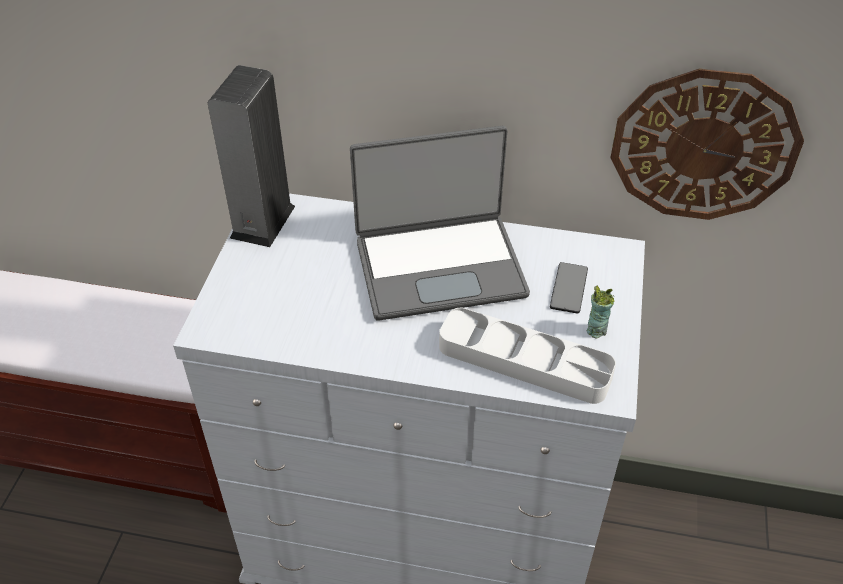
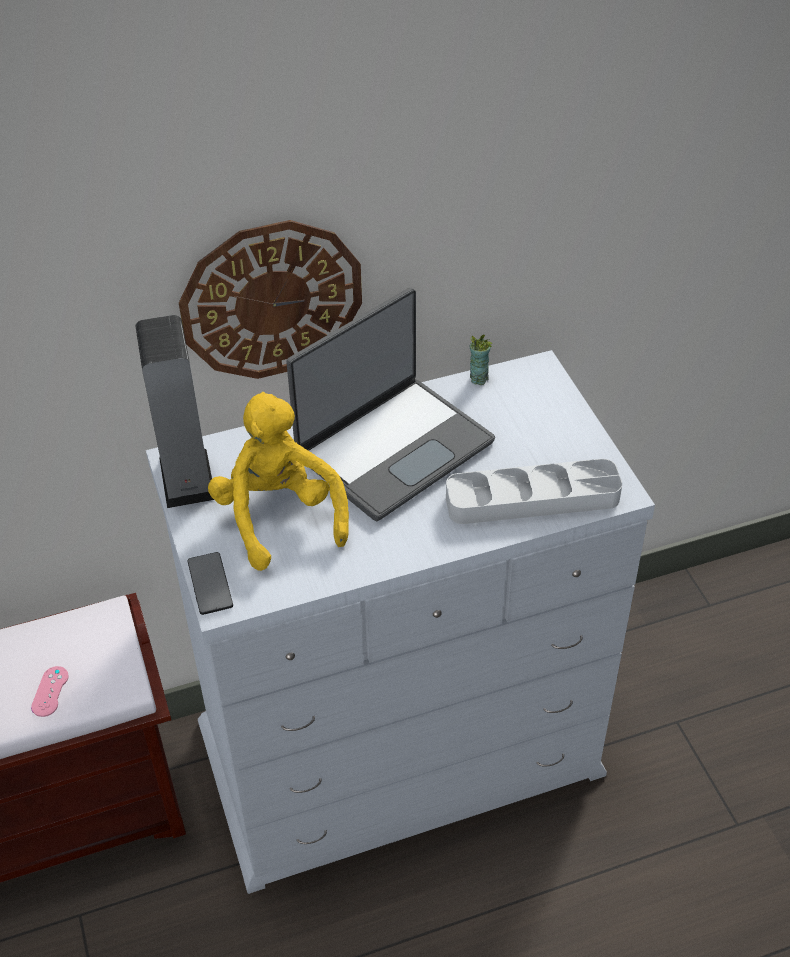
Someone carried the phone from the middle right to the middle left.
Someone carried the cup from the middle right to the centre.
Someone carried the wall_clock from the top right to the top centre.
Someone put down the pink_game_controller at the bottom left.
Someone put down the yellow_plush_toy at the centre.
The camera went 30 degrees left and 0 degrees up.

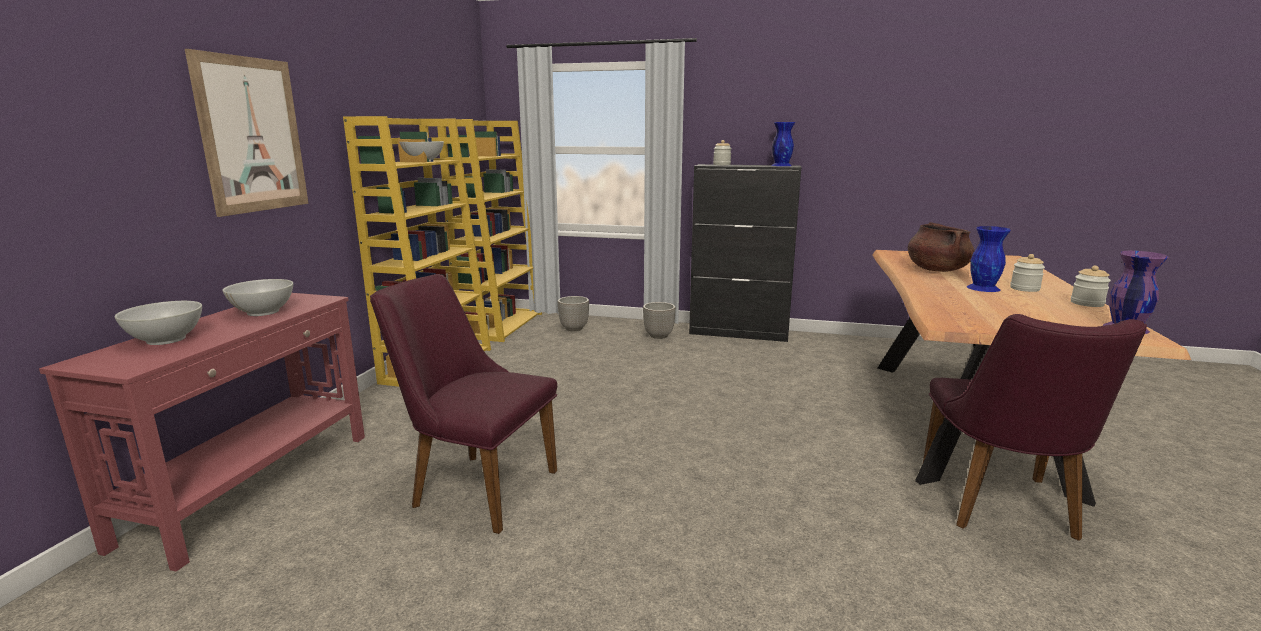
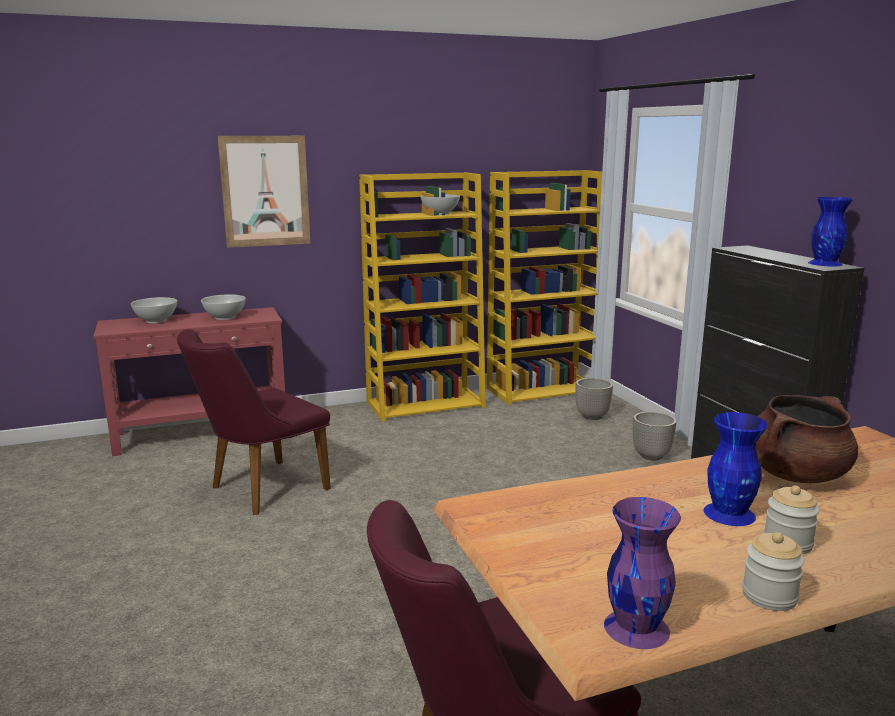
Someone rotated the purple_chair (no. 1 from left) at the centre by 120 degrees counterclockwise.
Someone took away the jar (no. 1 from left) at the top centre.
The camera went 55 degrees right and 0 degrees up.

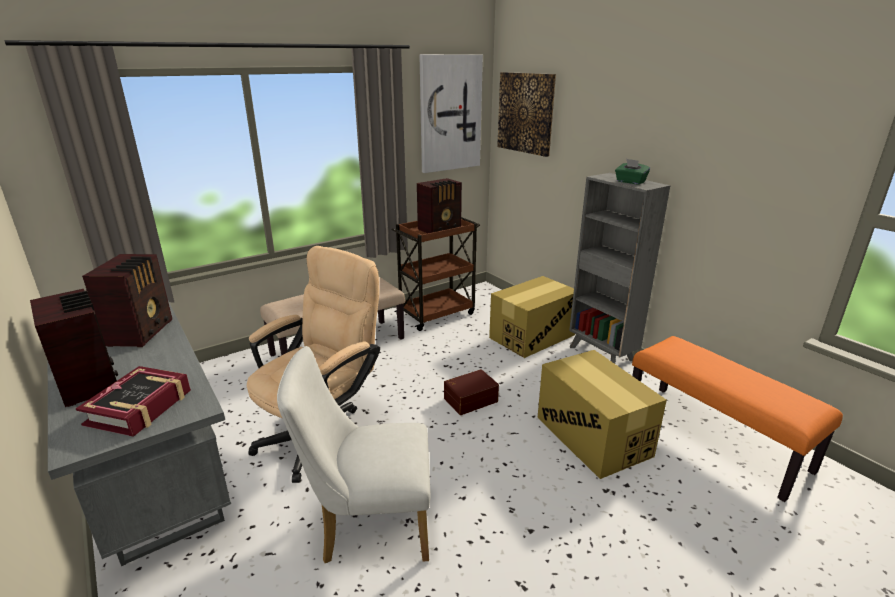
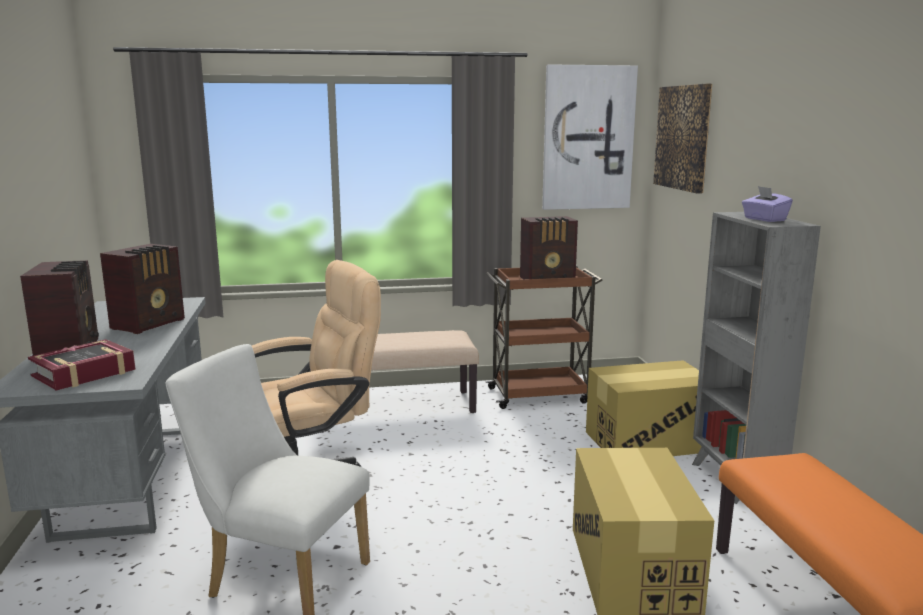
Someone took away the brown_storage_box at the centre.
Someone repainted the green_tissue_box at the top right, which became the purple_tissue_box at the top right.
The camera went 25 degrees right and 10 degrees down.

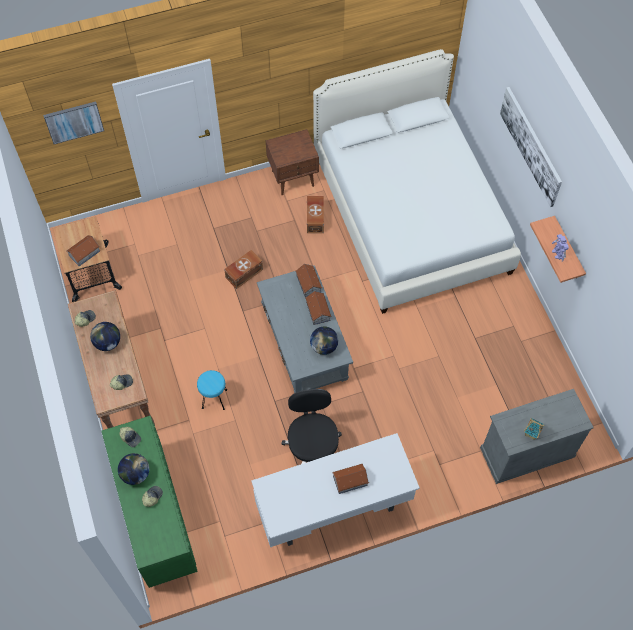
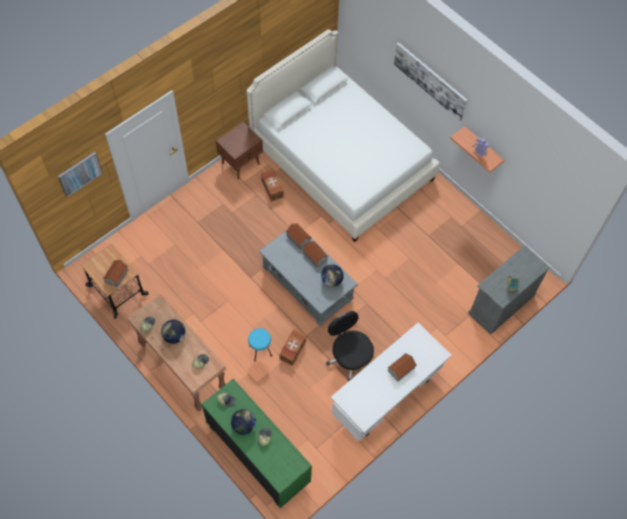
Someone carried the brown_storage_box (no. 1 from left in the first image) from the centre to the bottom centre.
The camera went 25 degrees left and 0 degrees up.

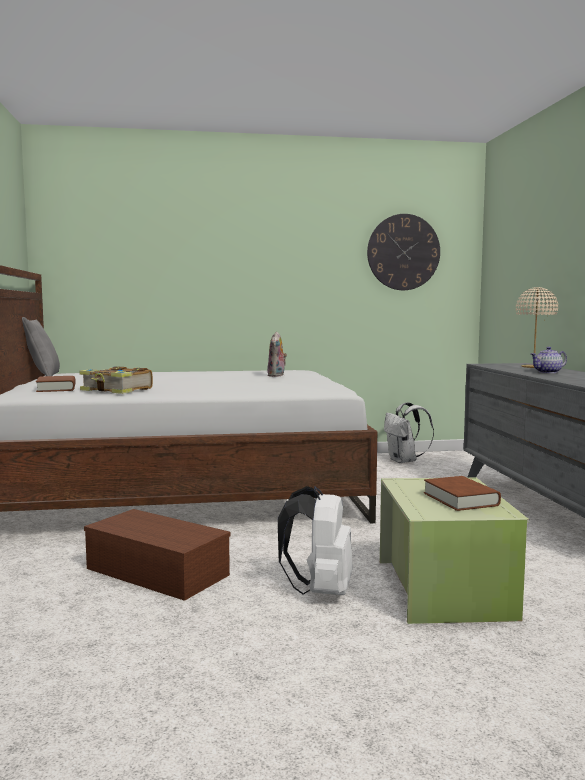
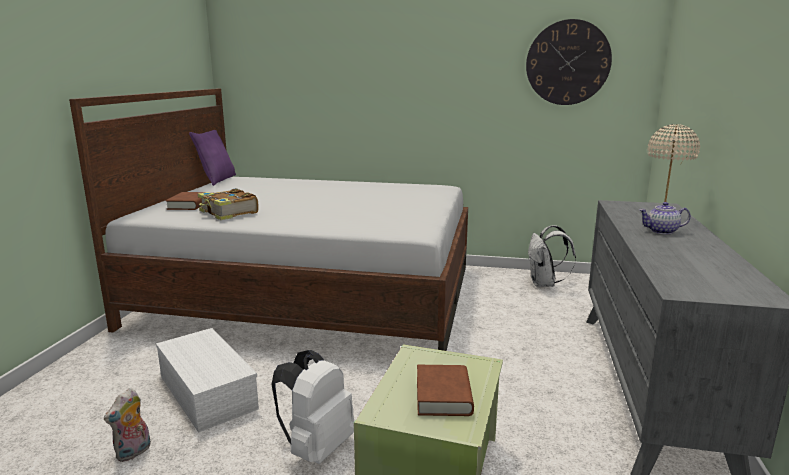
Someone repainted the grey_pillow at the middle left, which became the purple_pillow at the top left.
Someone repainted the brown_storage_box at the bottom left, which became the white_storage_box at the bottom left.
Someone carried the plush_toy from the centre to the bottom left.
The camera went 20 degrees right and 10 degrees up.

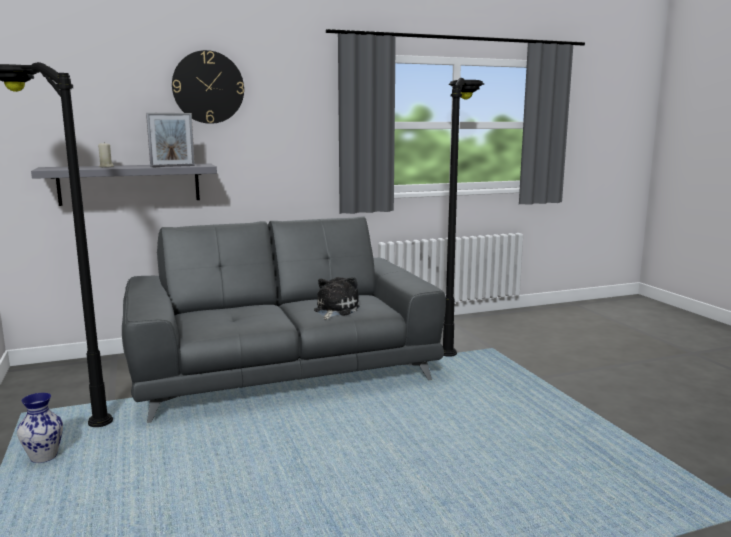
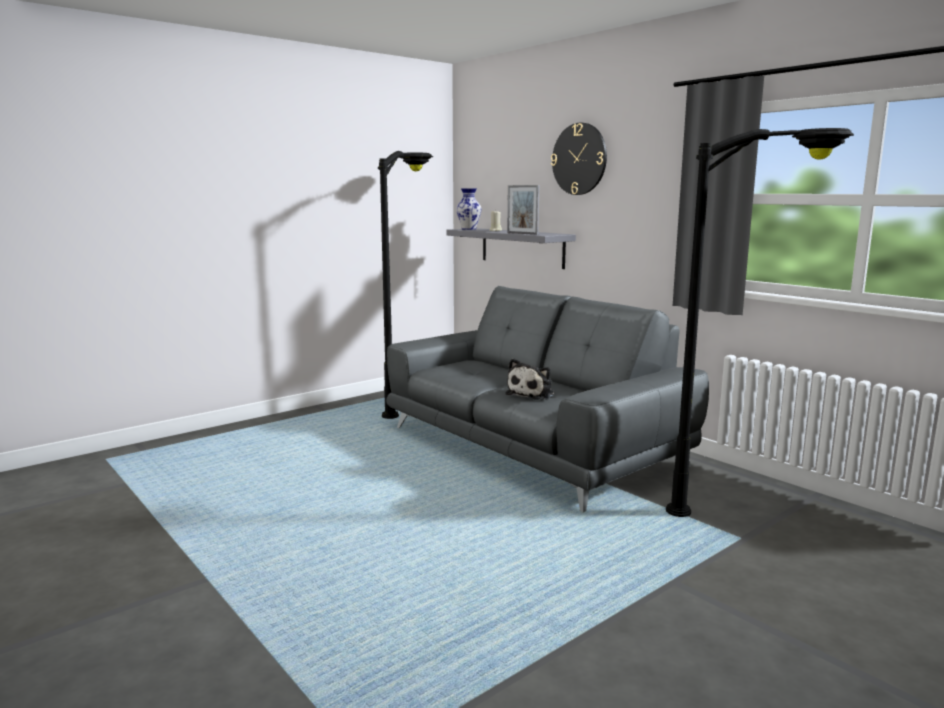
Someone carried the vase from the bottom left to the top centre.
Someone rotated the plush_toy at the centre by 120 degrees clockwise.
The camera went 70 degrees right and 0 degrees up.

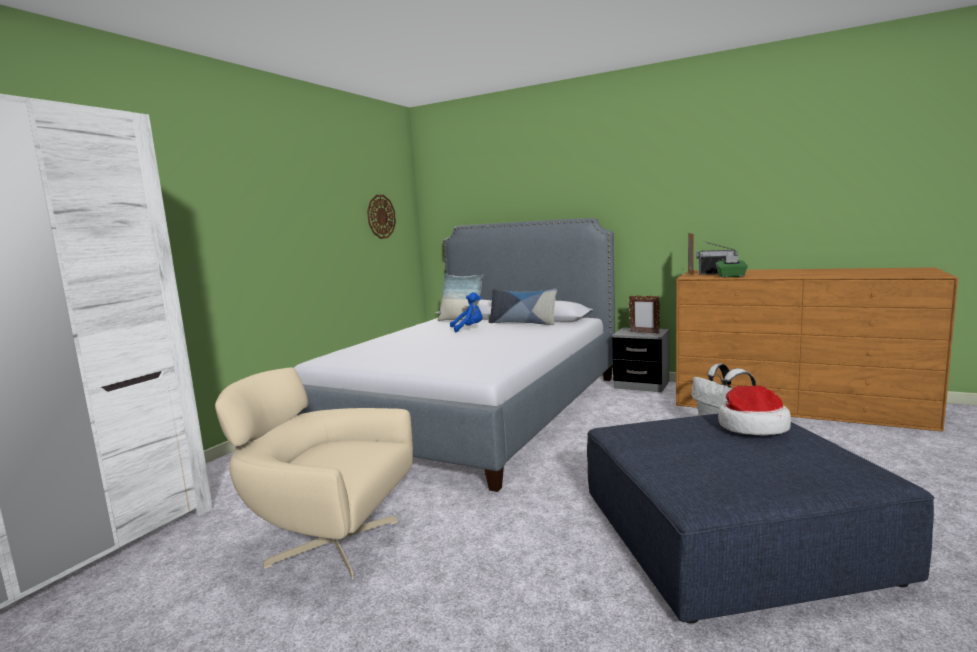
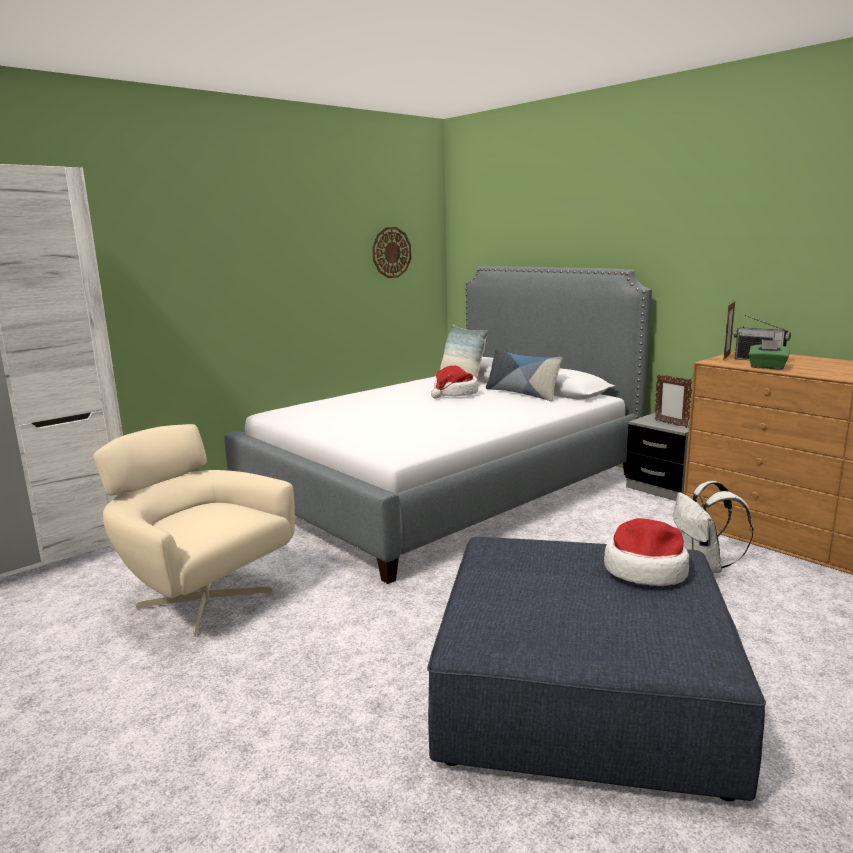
Someone swapped the blue_plush_toy at the centre for the hat (no. 1 from left) at the centre.
The camera went 20 degrees right and 5 degrees up.

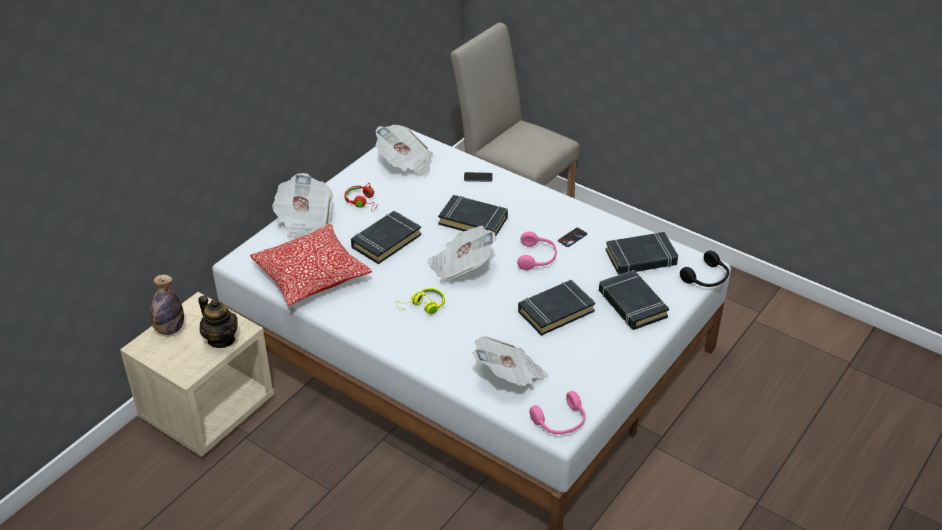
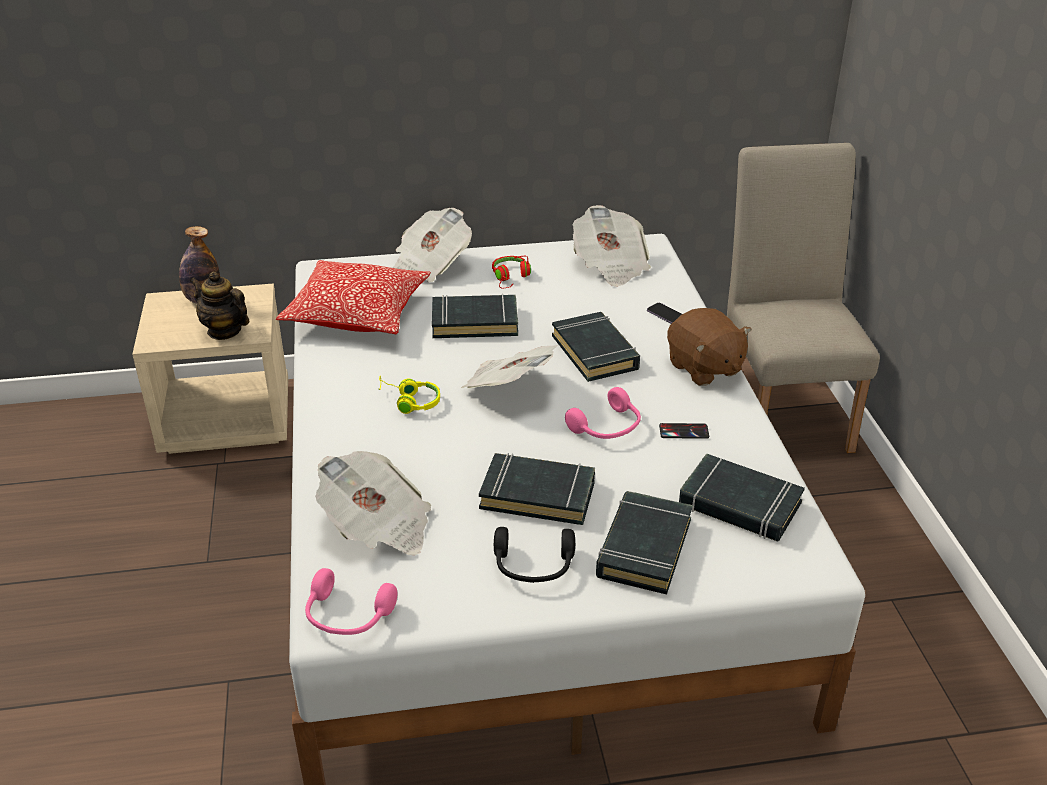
Someone rotated the teapot at the middle left by 120 degrees clockwise.
Someone carried the black_headphones from the middle right to the bottom centre.
Someone put down the brown_plush_toy at the middle right.
The camera went 45 degrees right and 5 degrees down.

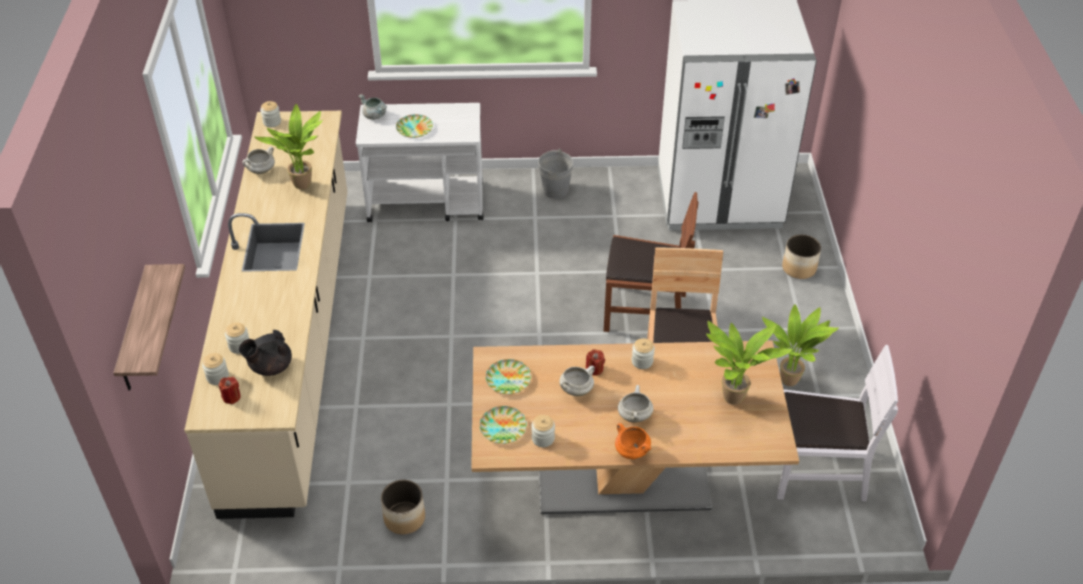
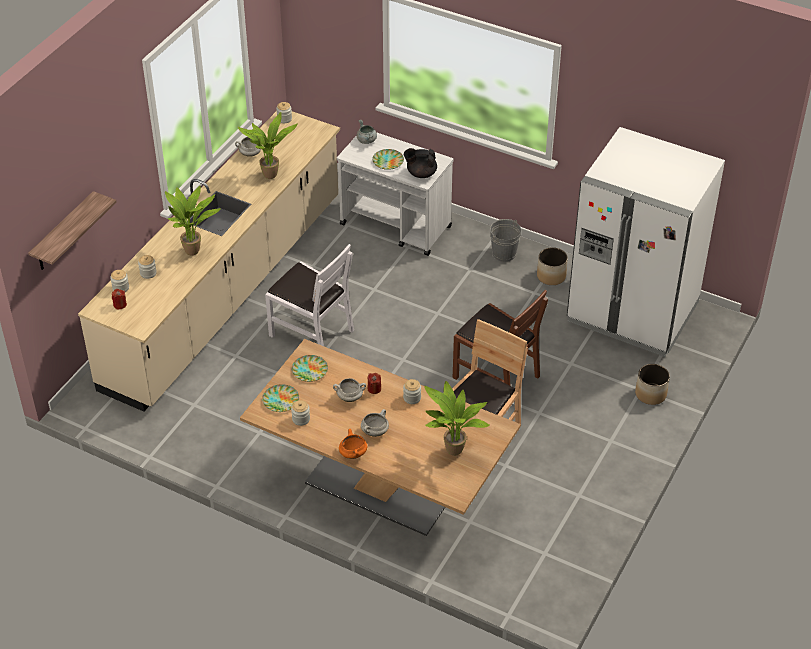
Someone carried the black_teapot from the middle left to the top centre.
Someone carried the planter (no. 1 from left) from the bottom centre to the middle right.
Someone carried the potted_plant (no. 3 from left in the first image) from the middle right to the middle left.
Someone carried the white_chair from the bottom right to the centre.
The camera went 30 degrees right and 0 degrees up.

